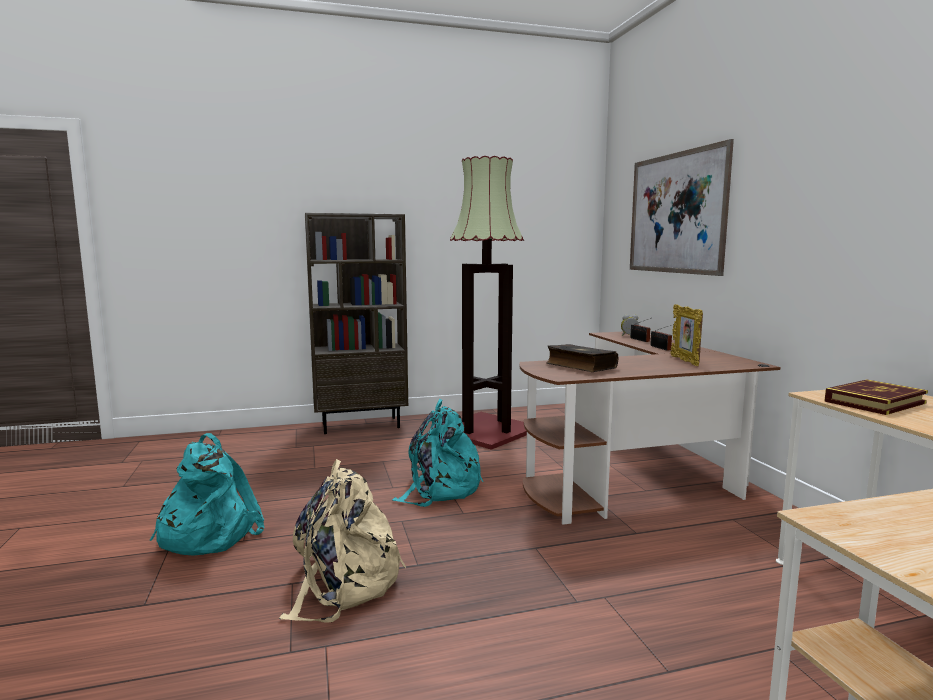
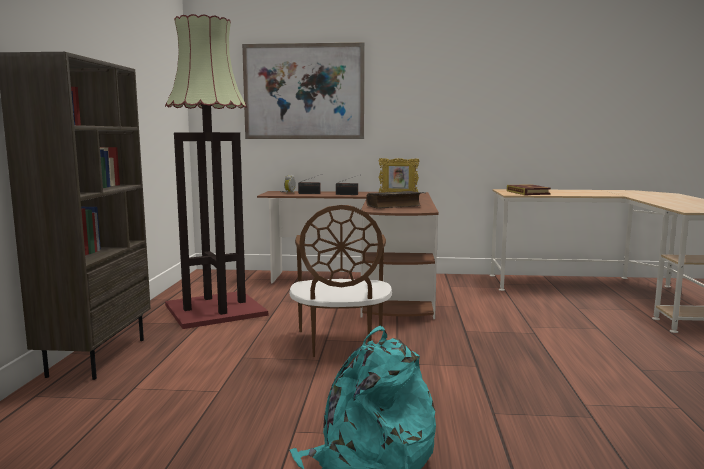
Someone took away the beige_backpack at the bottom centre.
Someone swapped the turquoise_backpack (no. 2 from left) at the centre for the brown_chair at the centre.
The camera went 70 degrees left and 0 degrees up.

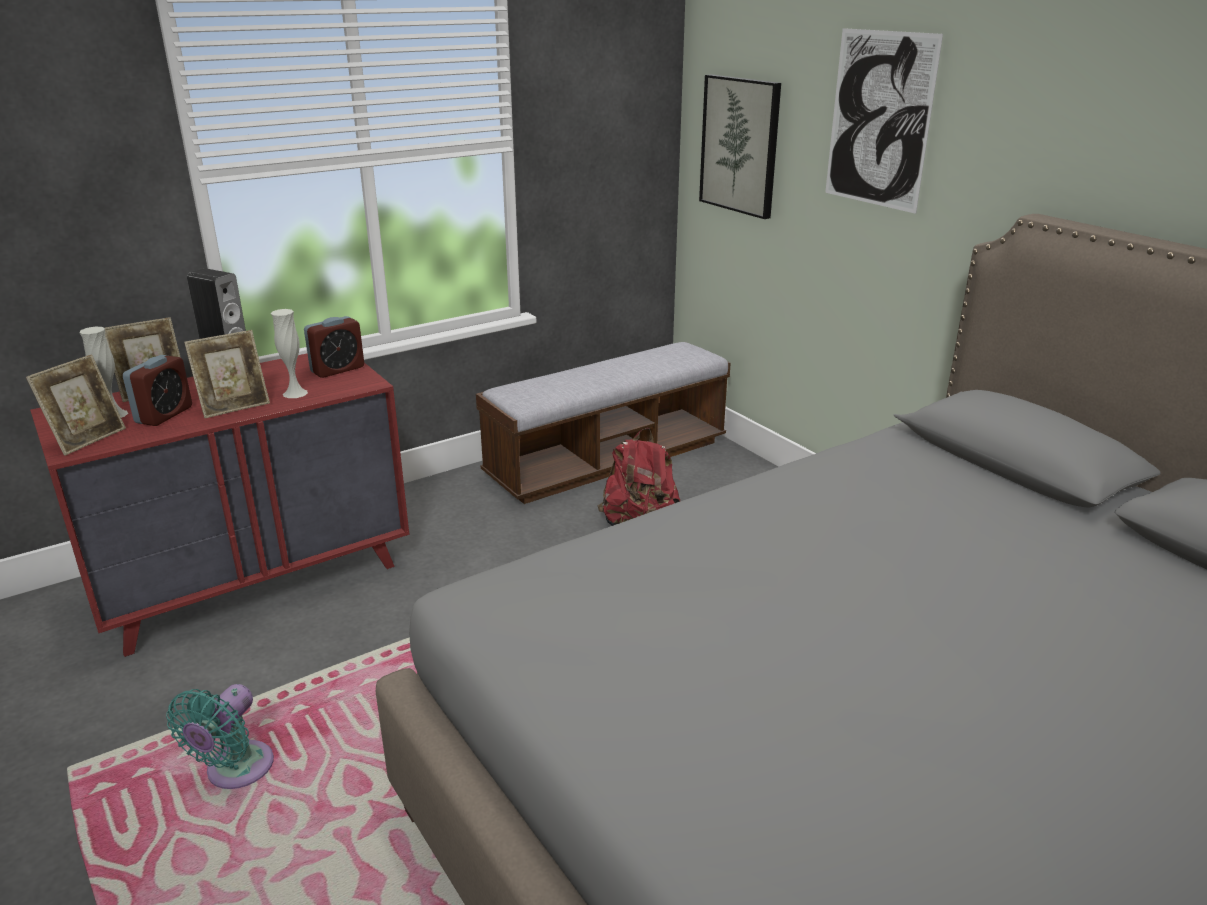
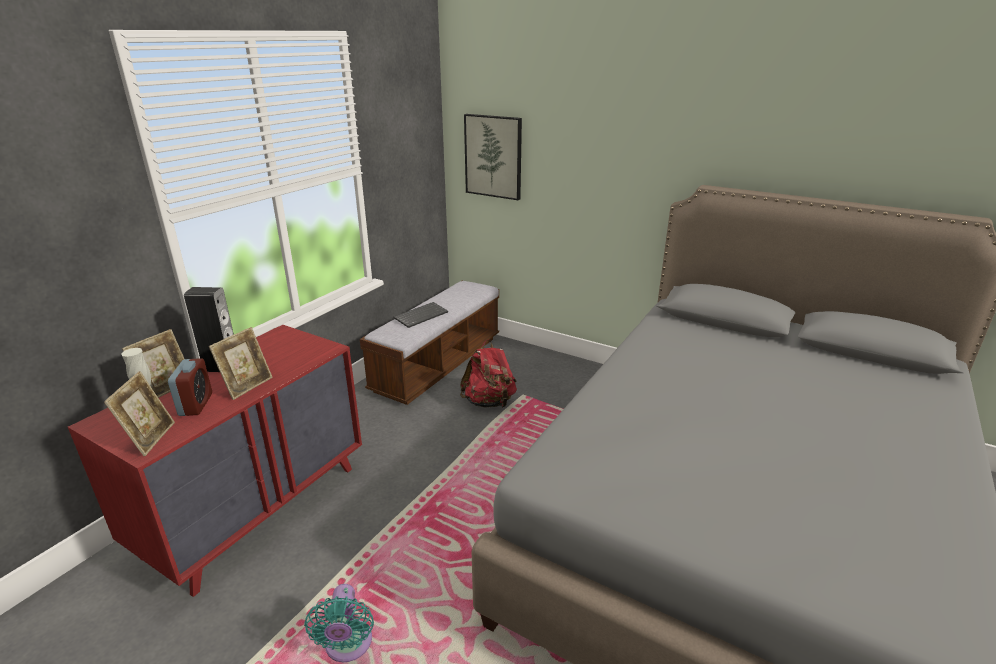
Someone took away the white_vase (no. 2 from left) at the middle left.
Someone took away the alarm_clock (no. 2 from left) at the middle left.
Someone took away the picture (no. 2 from left) at the top right.
Someone put down the keyboard at the centre.
The camera went 25 degrees left and 0 degrees up.

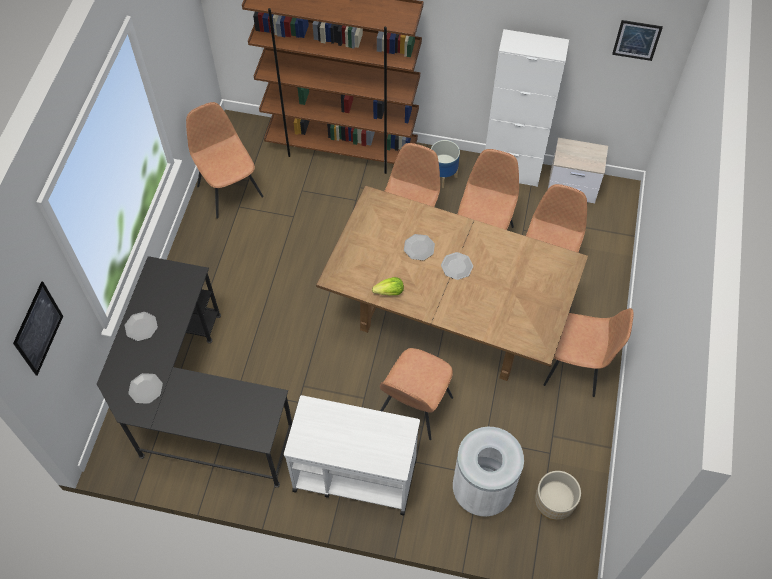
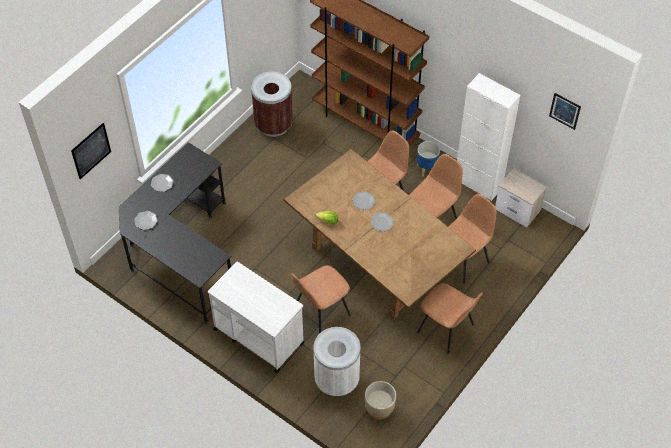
Someone swapped the brown_chair (no. 1 from left) at the top left for the brown_trash_can at the top centre.
The camera went 25 degrees right and 5 degrees down.

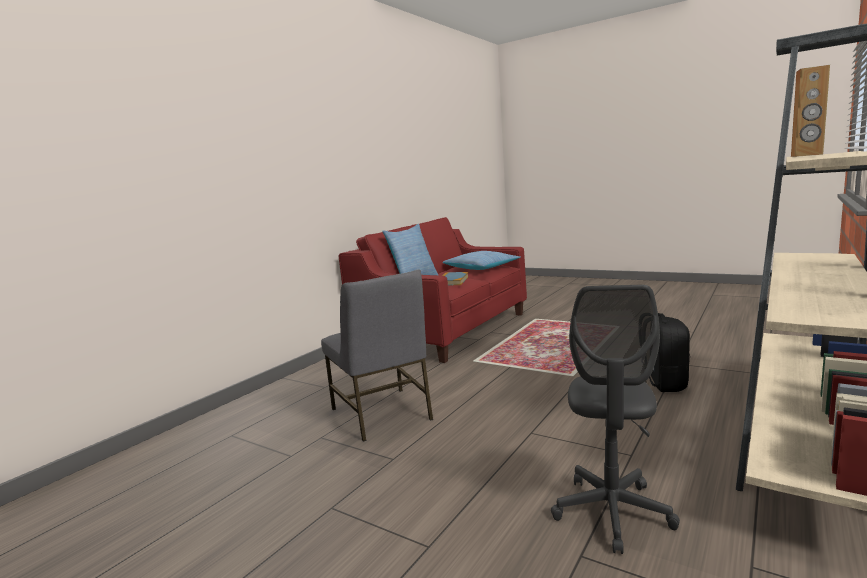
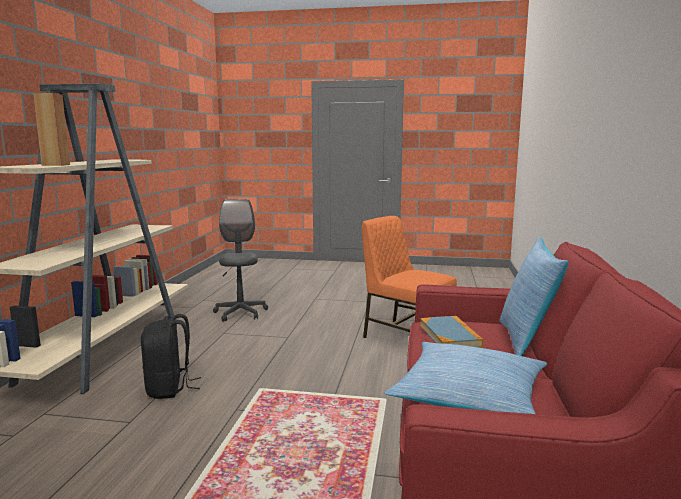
Someone repainted the grey_chair at the centre, which became the orange_chair at the centre.
The camera went 155 degrees right and 0 degrees up.

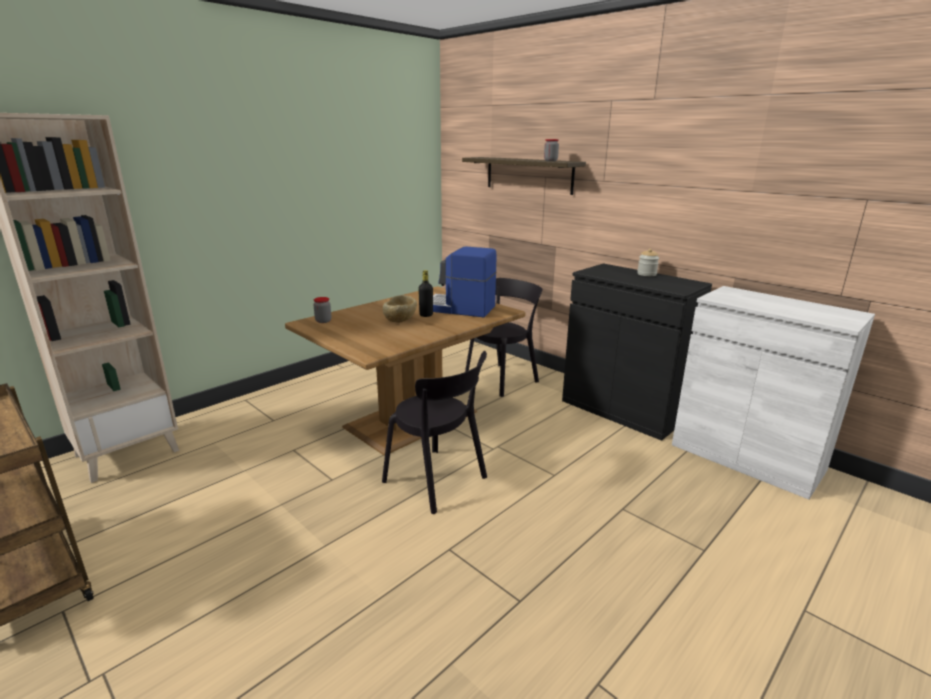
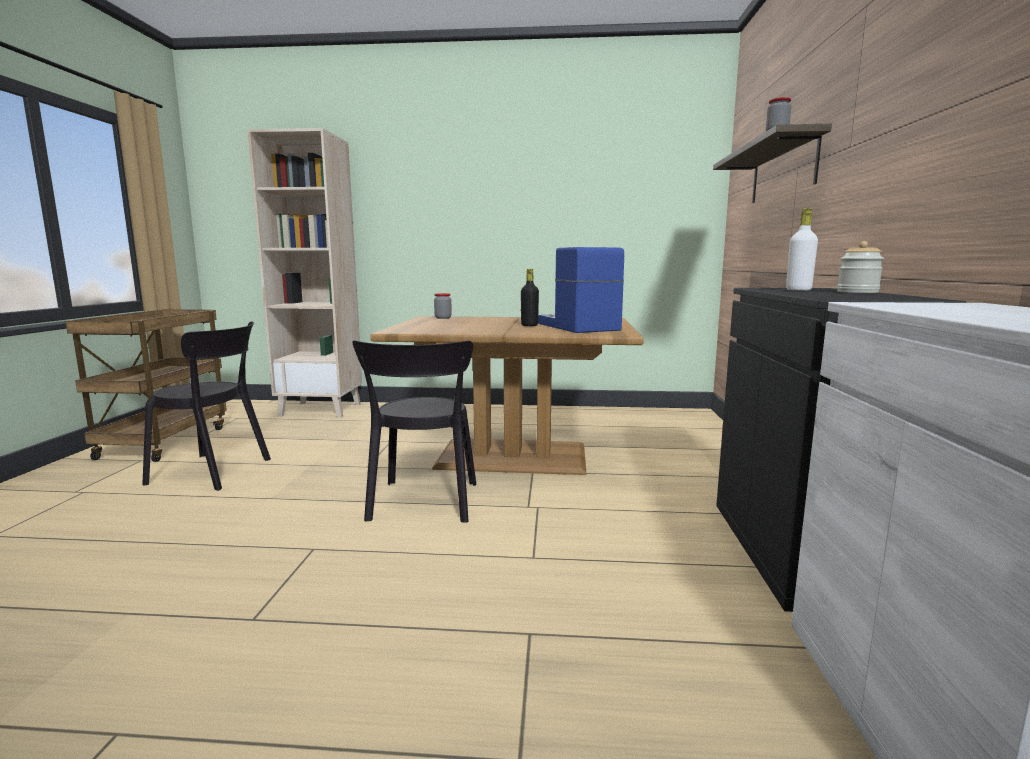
Someone took away the beige_bowl at the centre.
Someone carried the black_chair (no. 2 from left in the first image) from the centre to the middle left.
Someone put down the white_bottle at the top right.
The camera went 50 degrees right and 10 degrees down.

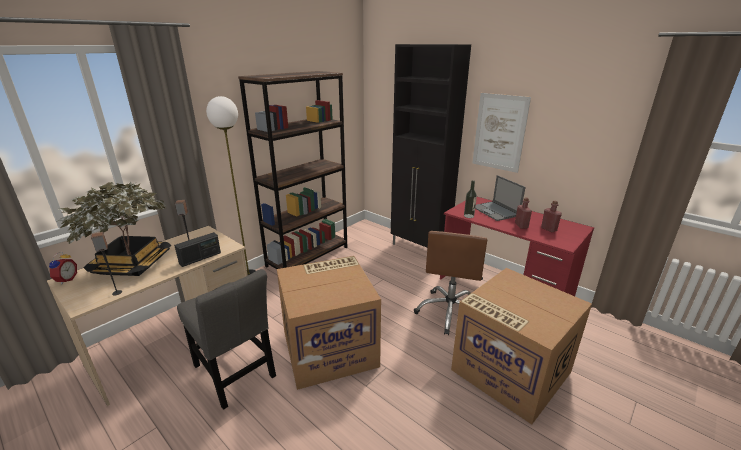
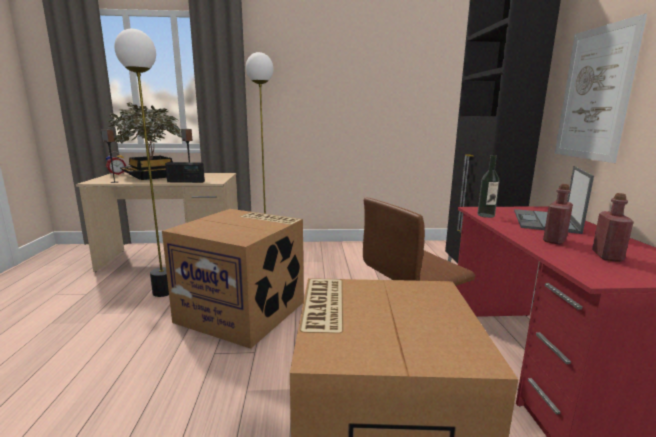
Someone swapped the grey_chair at the bottom left for the floor_lamp (no. 1 from left) at the middle left.
Someone took away the brown_bookcase at the centre.
The camera went 45 degrees right and 10 degrees down.

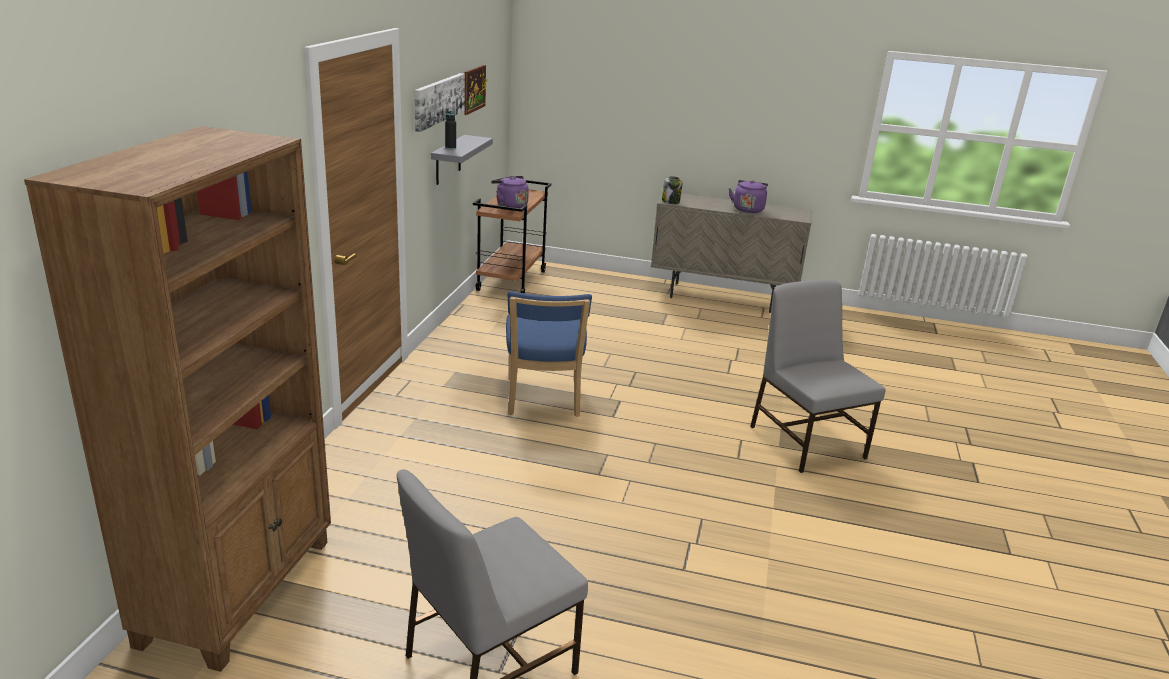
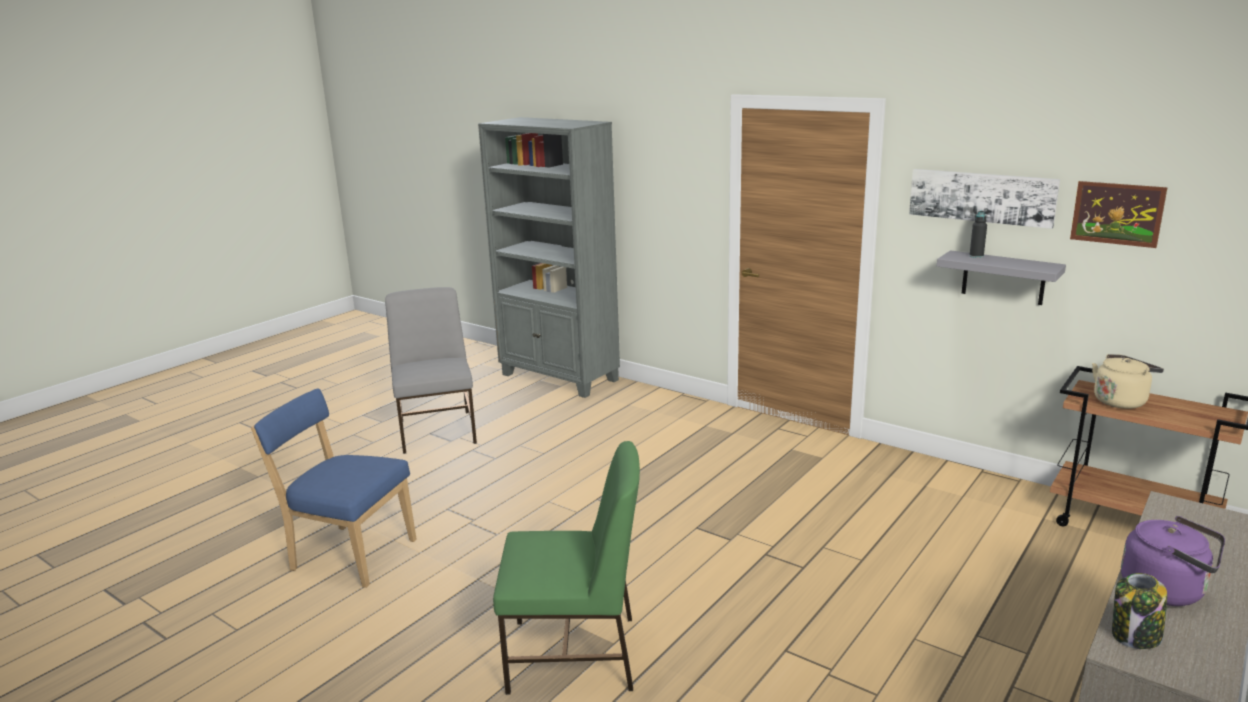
Someone repainted the brown_bookcase at the middle left, which became the grey_bookcase at the centre.
Someone repainted the purple_kettle (no. 1 from left) at the top centre, which became the beige_kettle at the middle right.
Someone carried the blue_chair from the centre to the bottom left.
Someone carried the jar from the top centre to the bottom right.
Someone repainted the grey_chair (no. 2 from left) at the middle right, which became the green_chair at the bottom centre.
The camera went 115 degrees right and 5 degrees down.

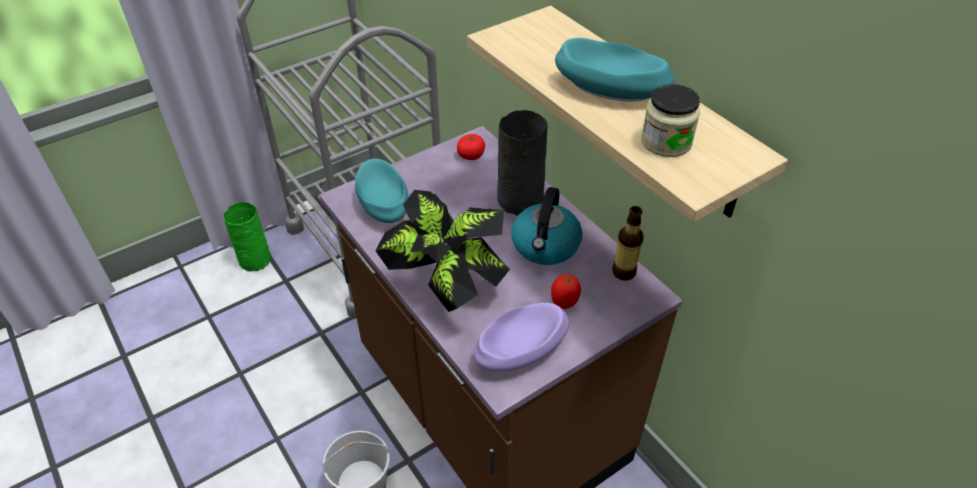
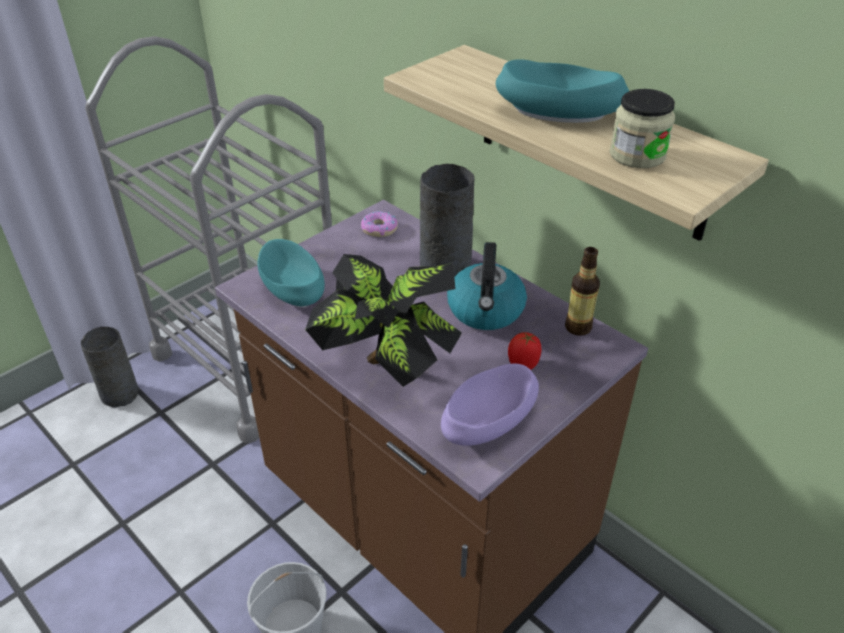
Someone repainted the green_vase at the middle left, which became the grey_vase (no. 1 from left) at the middle left.
Someone swapped the tomato (no. 1 from left) at the top centre for the donut at the centre.
The camera went 10 degrees left and 5 degrees down.

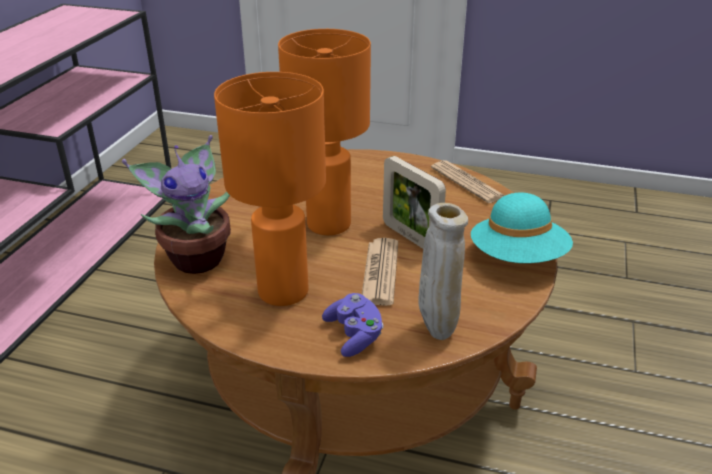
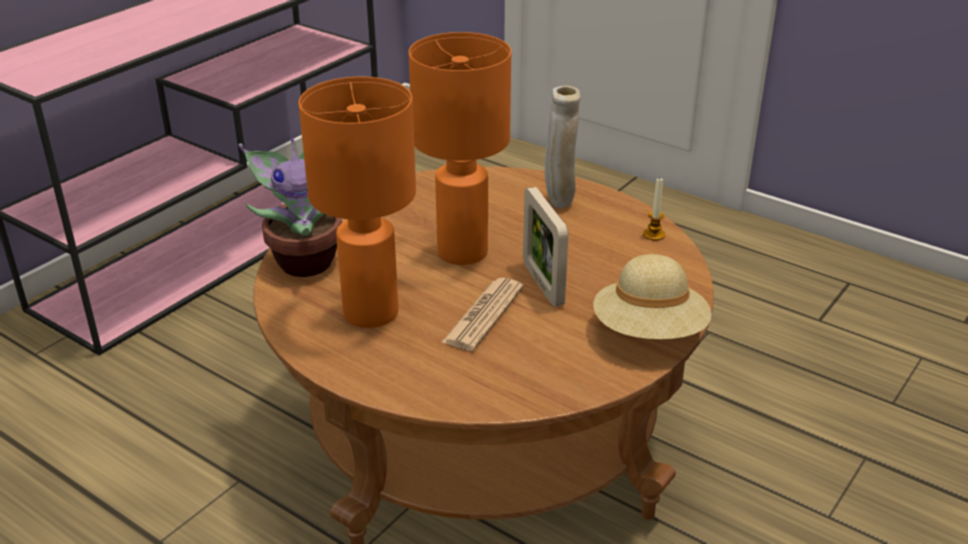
Someone took away the purple_game_controller at the bottom centre.
Someone carried the beige_vase from the centre to the top centre.
Someone swapped the newspaper (no. 2 from left) at the centre for the candle at the middle right.
Someone repainted the turquoise_hat at the middle right, which became the beige_hat at the middle right.
The camera went 20 degrees right and 0 degrees up.

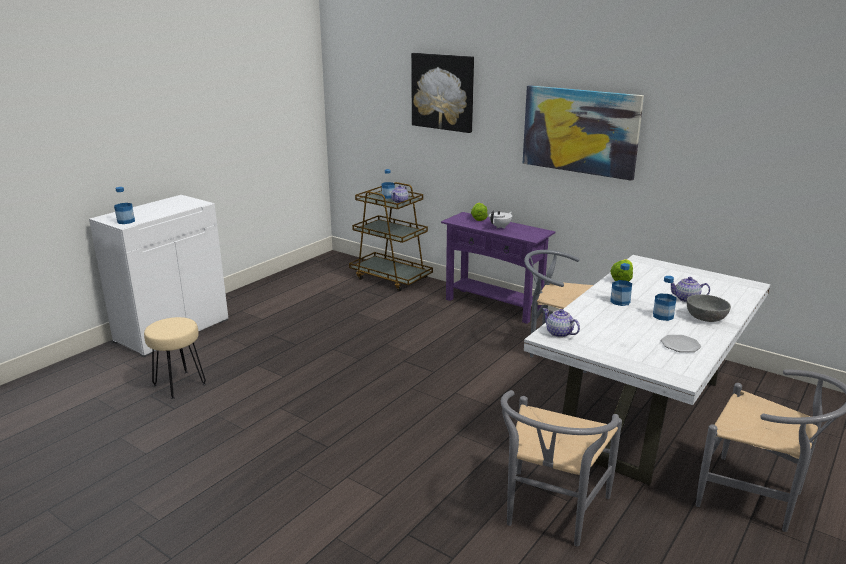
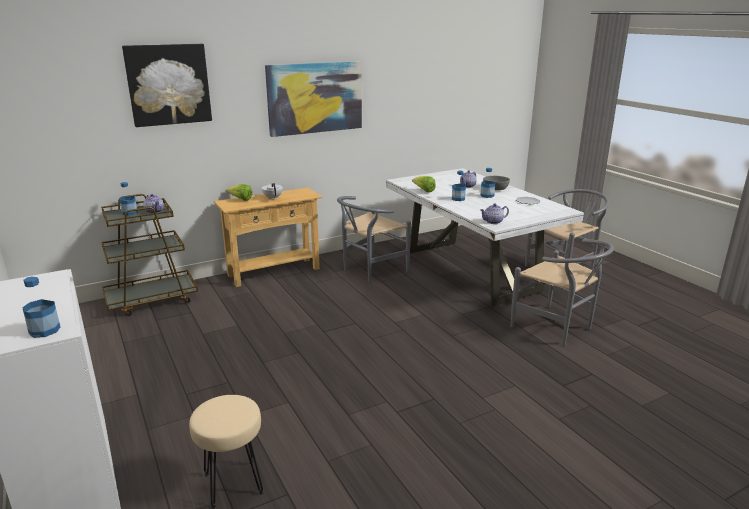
Someone repainted the purple_console_table at the centre, which became the beige_console_table at the centre.
The camera went 65 degrees left and 0 degrees up.

